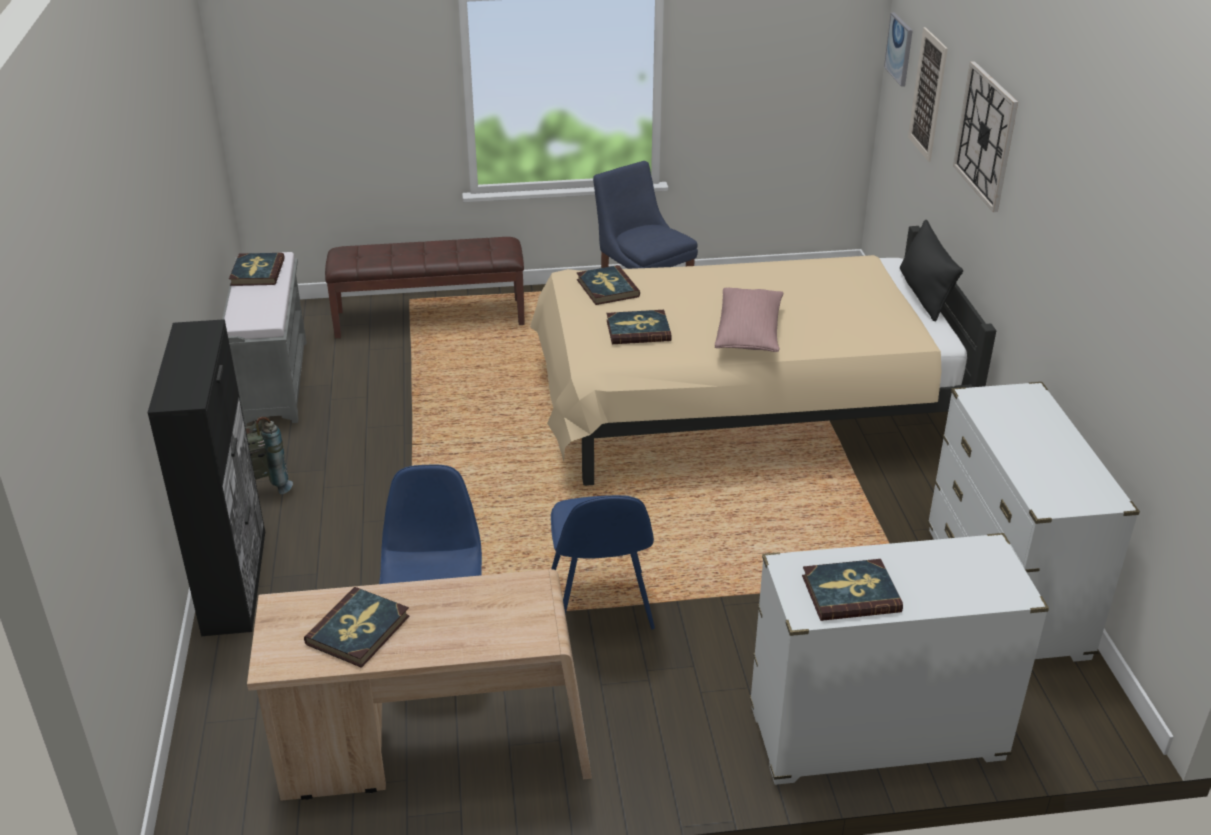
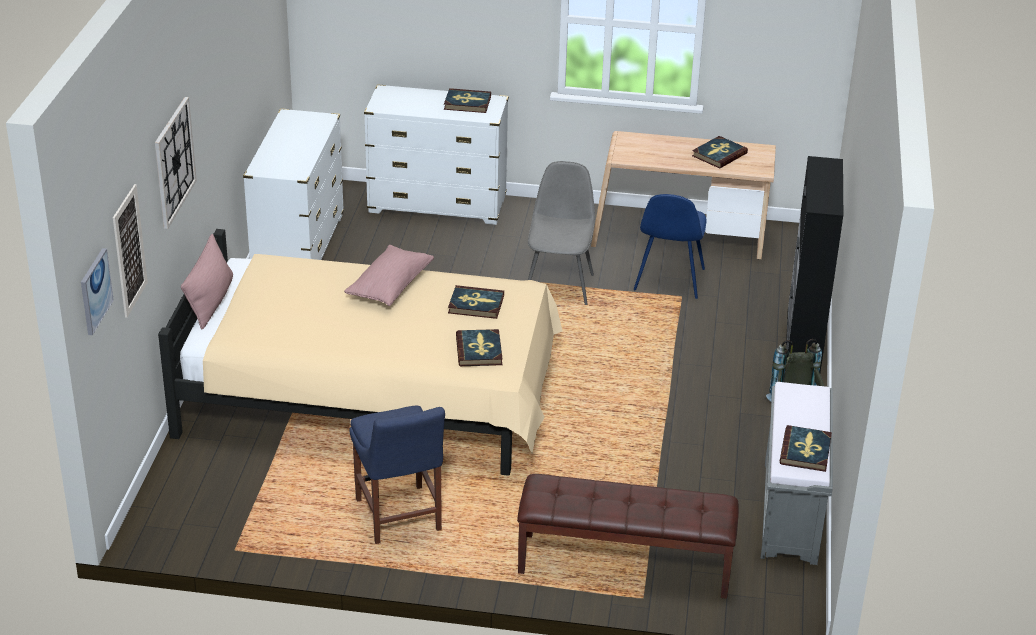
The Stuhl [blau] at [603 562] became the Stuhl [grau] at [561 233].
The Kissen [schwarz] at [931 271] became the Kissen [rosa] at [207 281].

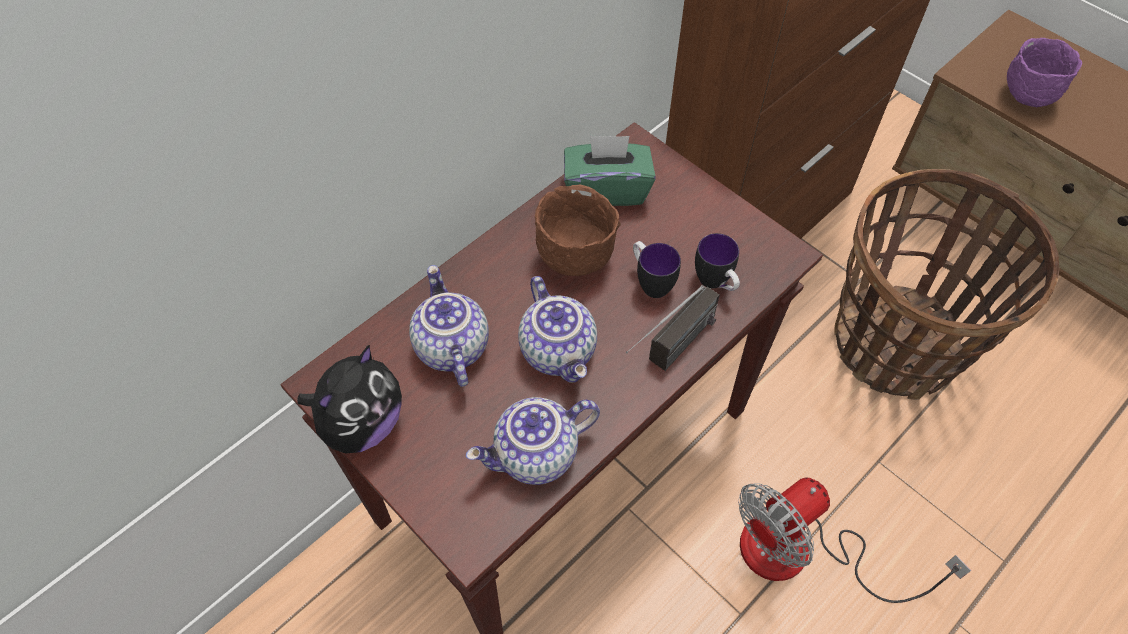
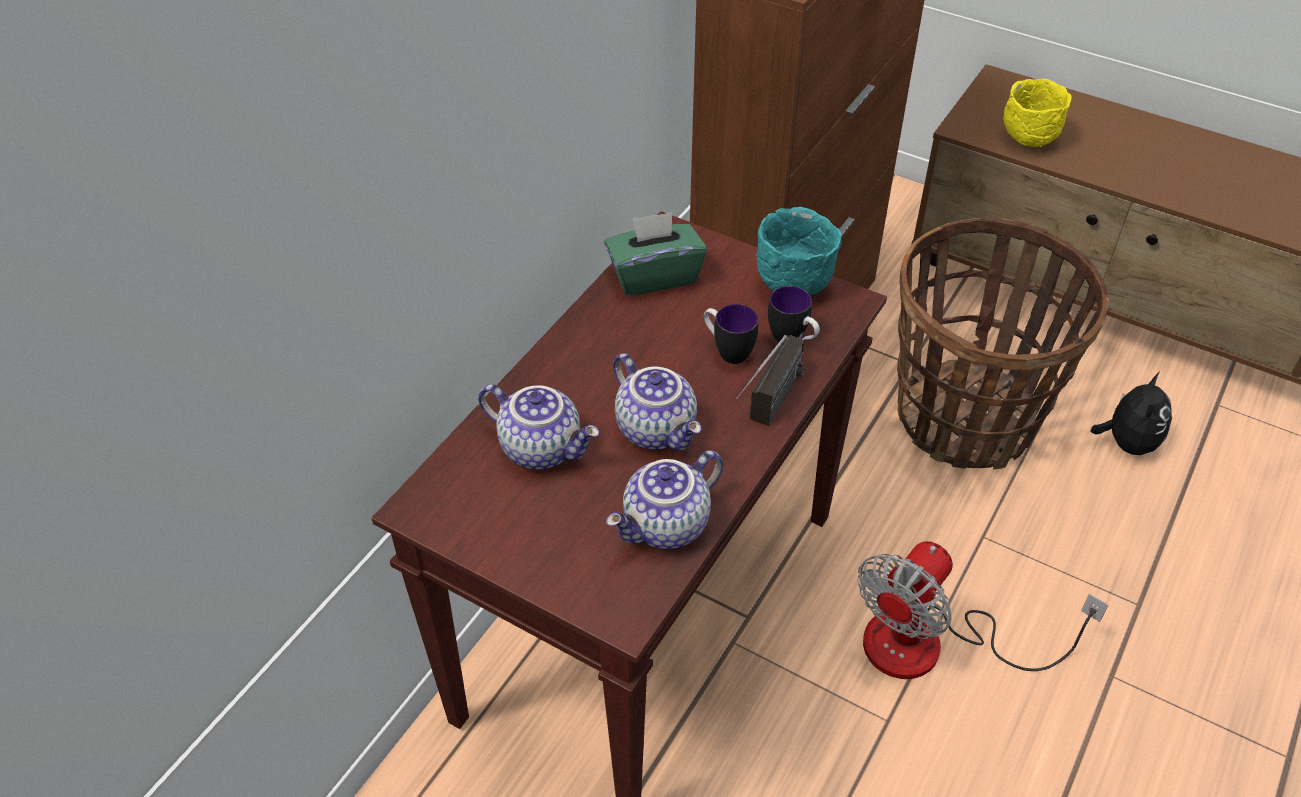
The Plüschtier moved from [349 399] to [1131 413].
The Teekanne at [449 326] turned 150 degrees clockwise.
The Schüssel [braun] at [578 230] disappeared.
The Schüssel [lila] at [1044 73] became the Schüssel [gelb] at [1037 113].
The Schüssel [türkis] at [799 251] appeared.

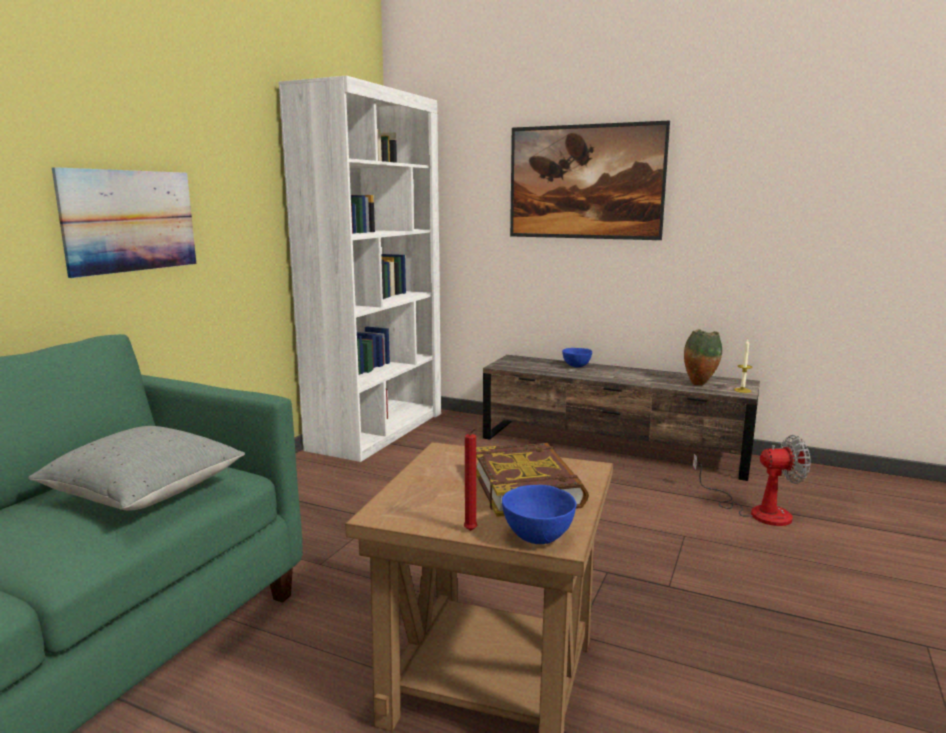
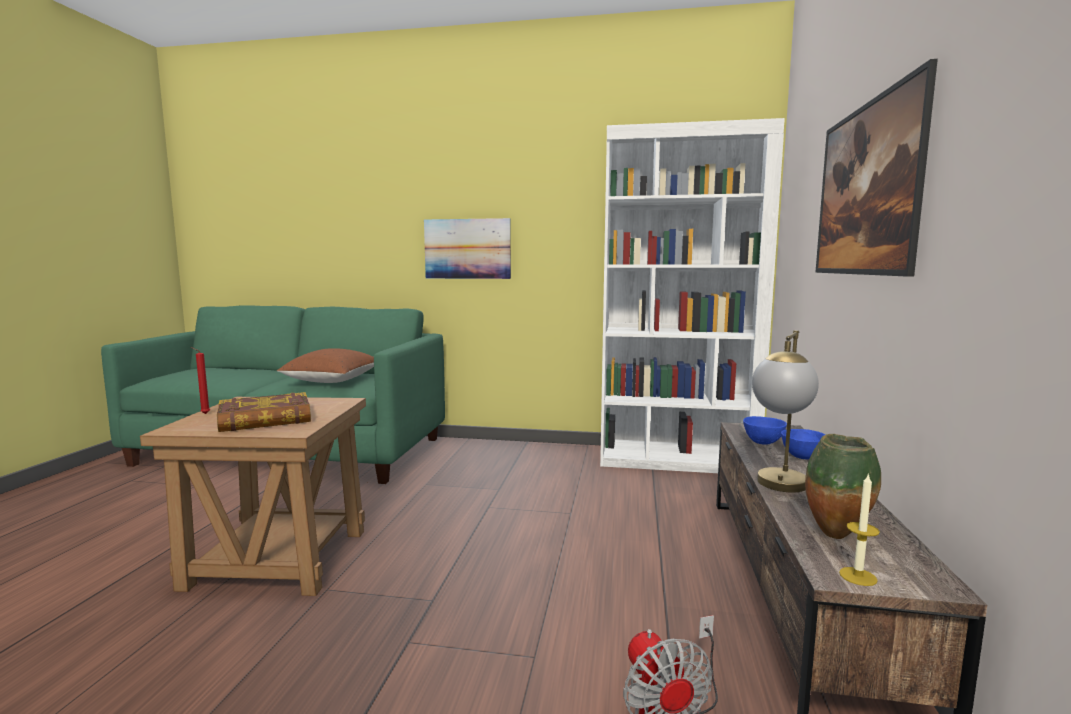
The Kissen [grau] at [136 468] became the Kissen [braun] at [325 365].
The Schüssel [blau] moved from [539 514] to [765 430].
The Tischlampe at [785 411] appeared.

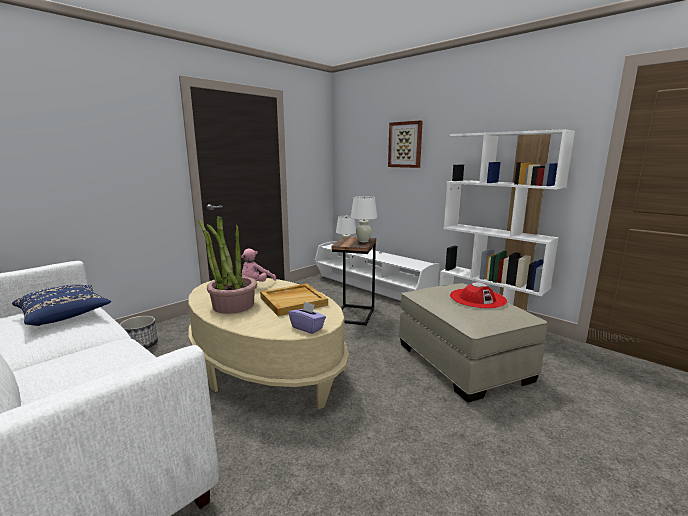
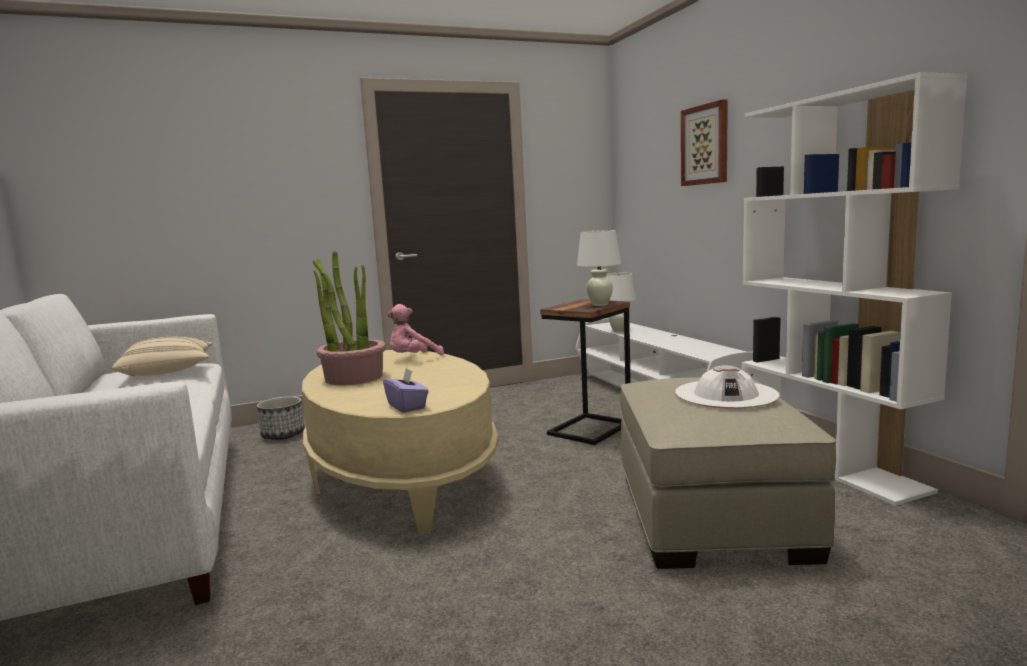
The Kissen [blau] at [61 305] became the Kissen [beige] at [162 356].
The Tablett [beige] at [294 299] disappeared.
The Hut [rot] at [478 295] became the Hut [weiß] at [727 387].

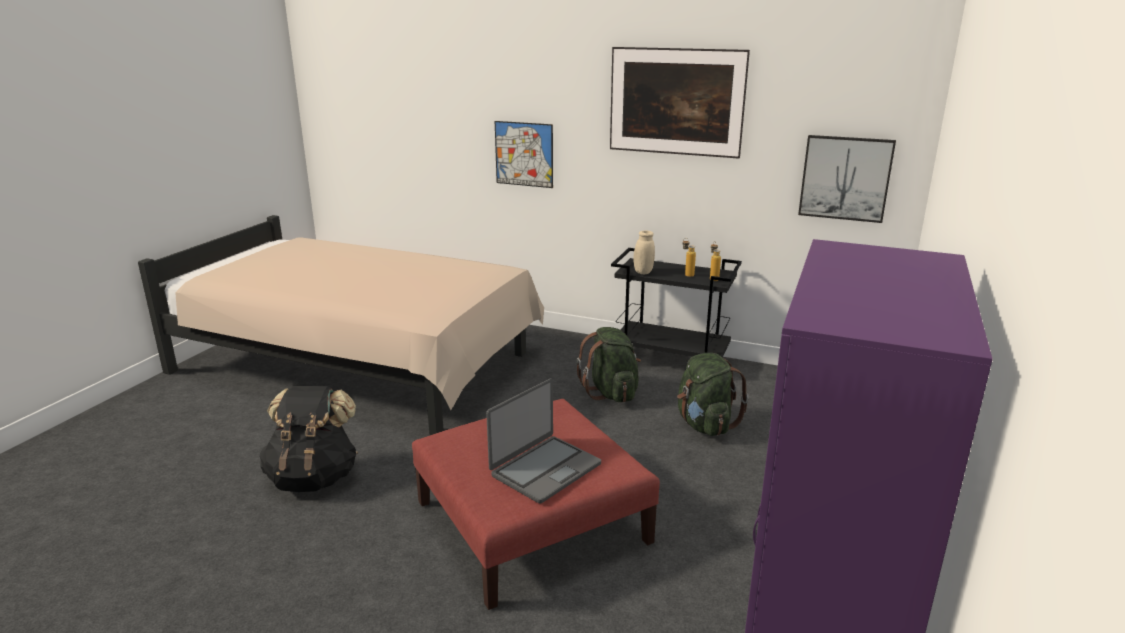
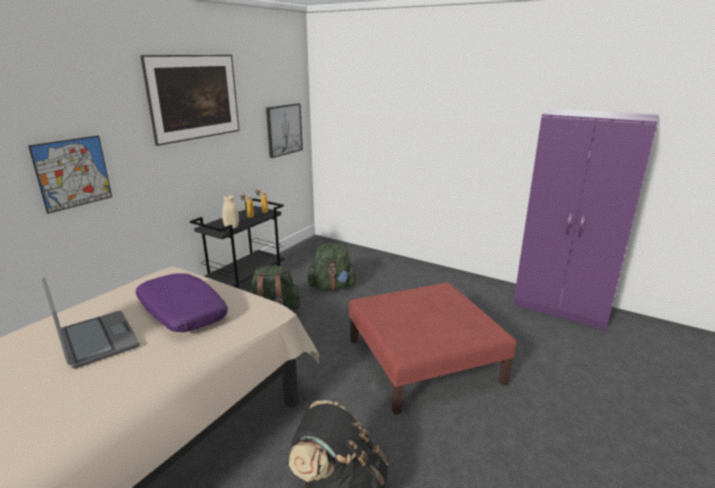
The Laptop moved from [543 441] to [91 323].
The Kissen [lila] at [181 302] appeared.

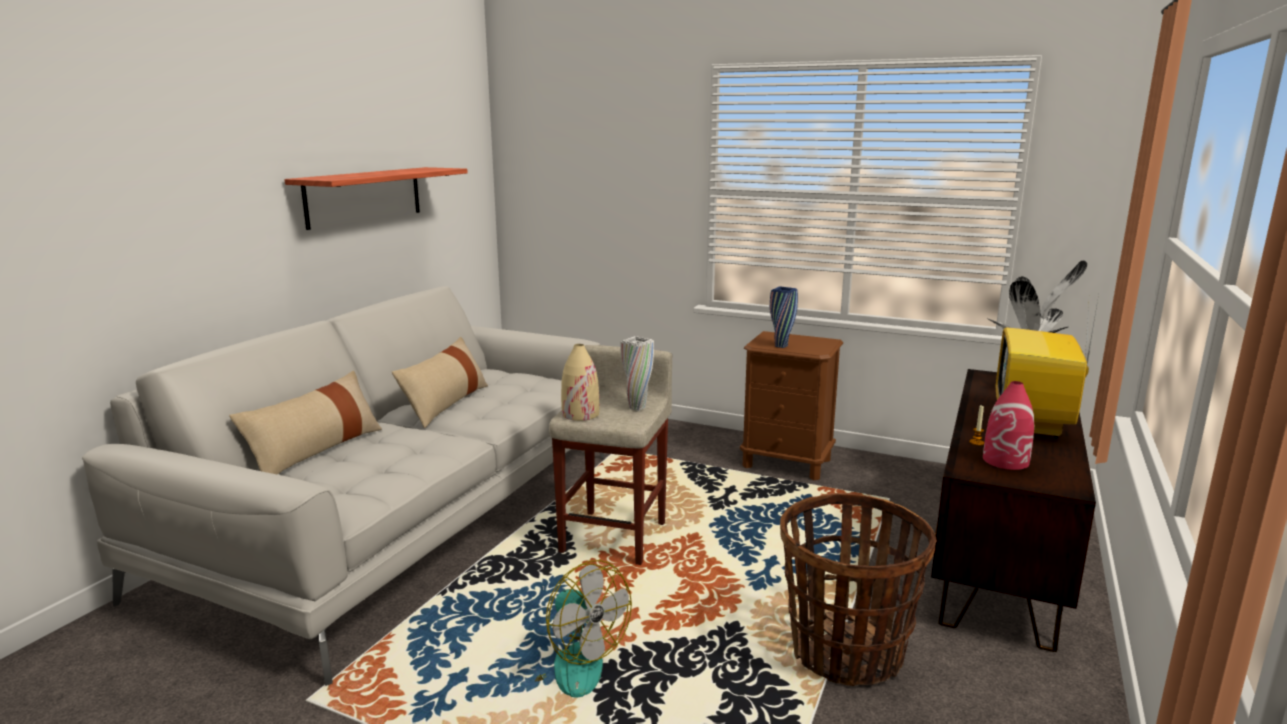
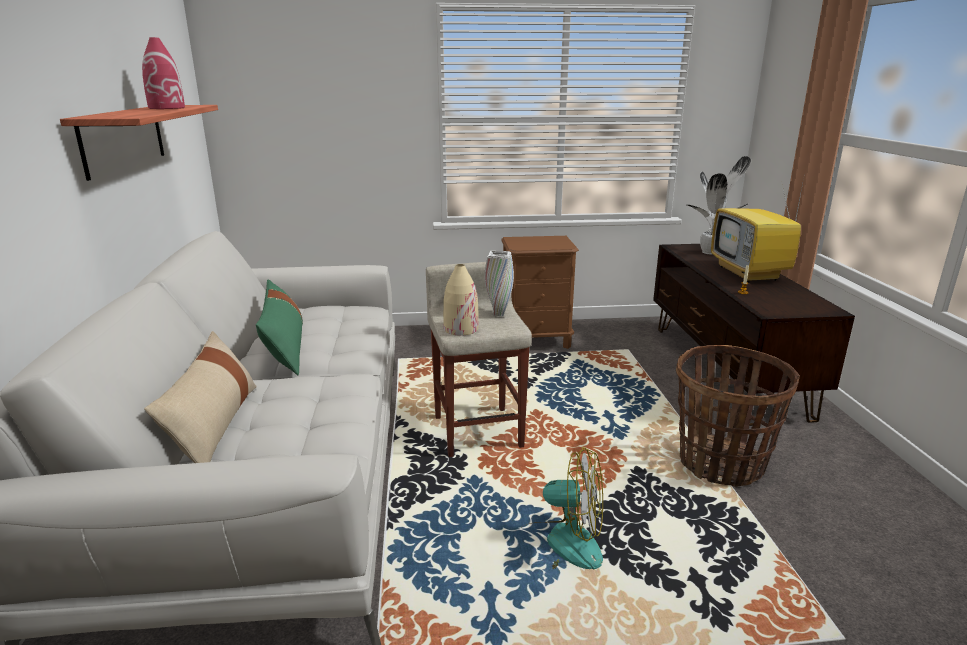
The Kissen [beige] at [440 382] became the Kissen [grün] at [279 327].
The Vase [blau] at [784 317] disappeared.
The Vase [rot] moved from [1008 425] to [163 73].

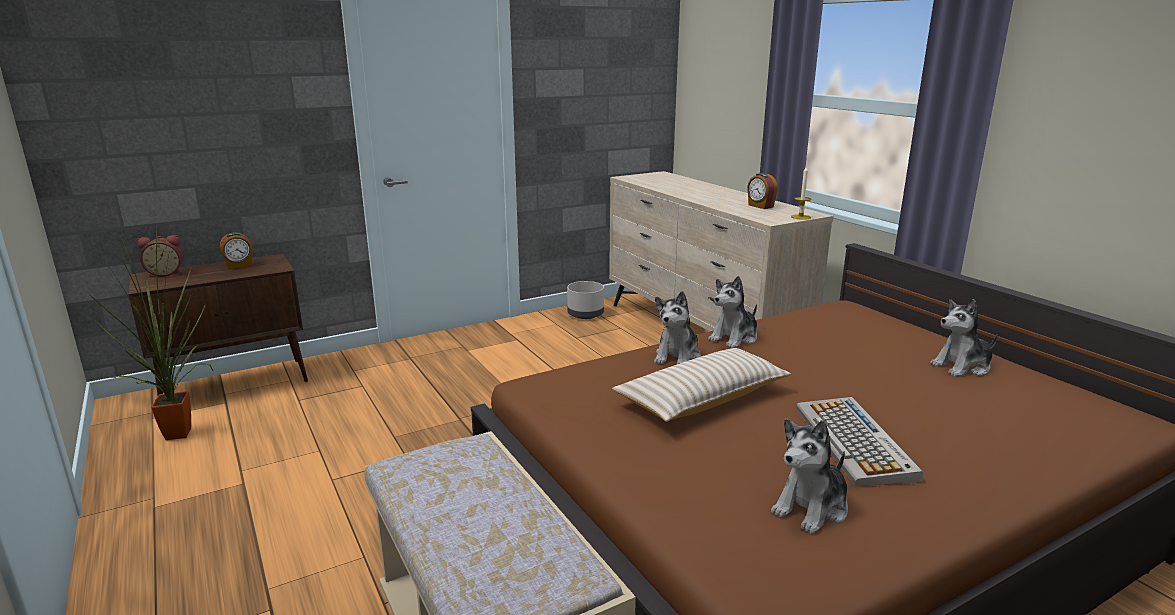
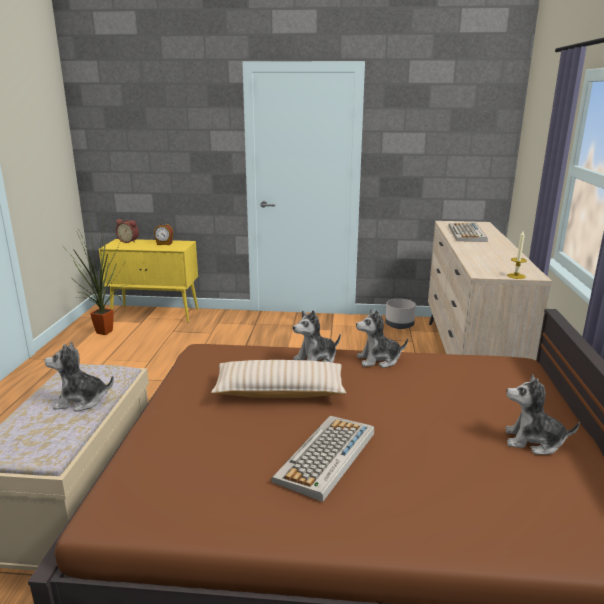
The Schrank [braun] at [218 324] became the Schrank [gelb] at [148 281].
The Wecker at [762 191] disappeared.
The Plüschtier moved from [809 476] to [79 377].
The Tastatur at [468 232] appeared.

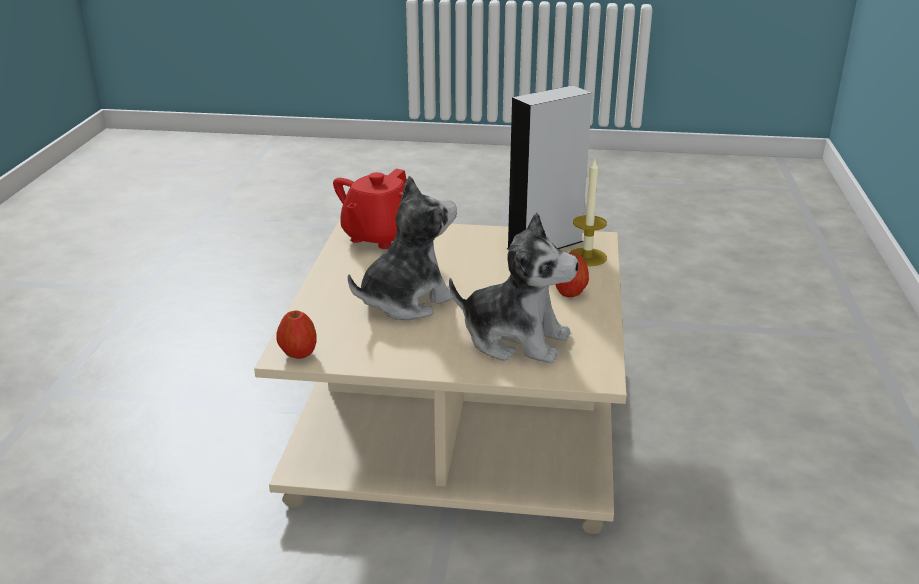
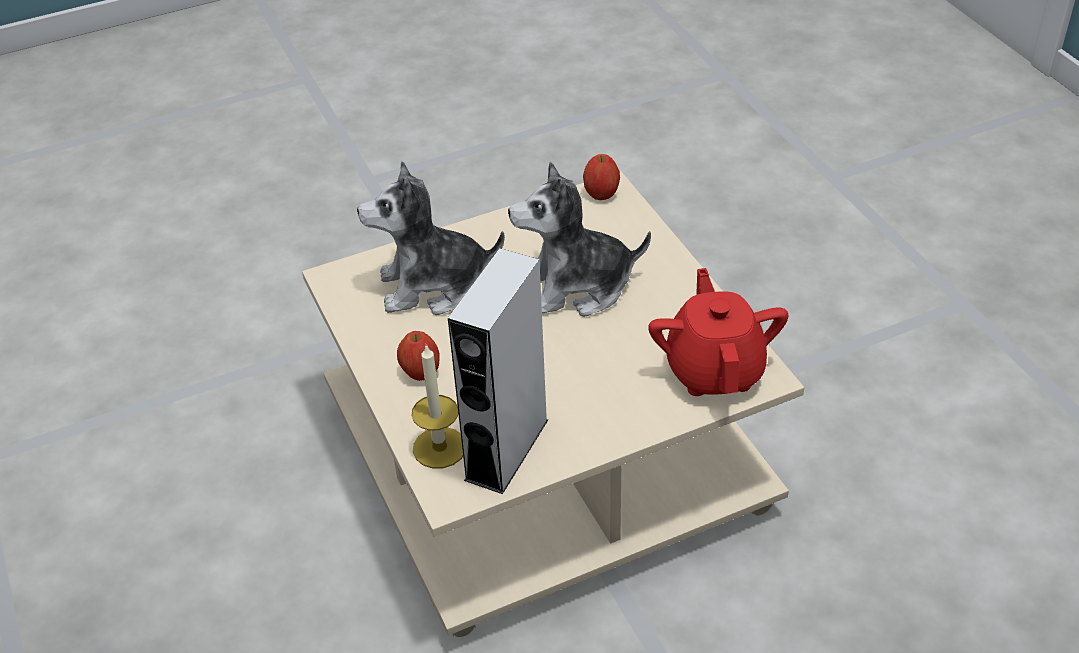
The Plüschtier at [403 247] turned 60 degrees clockwise.

